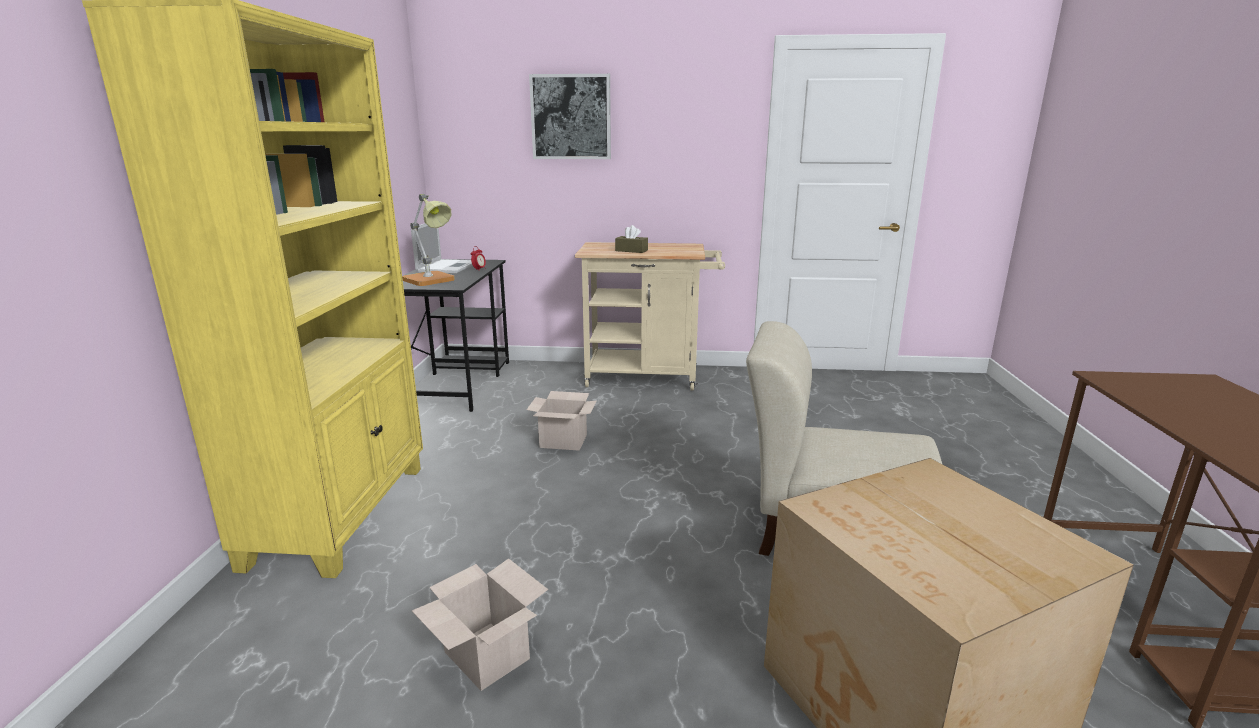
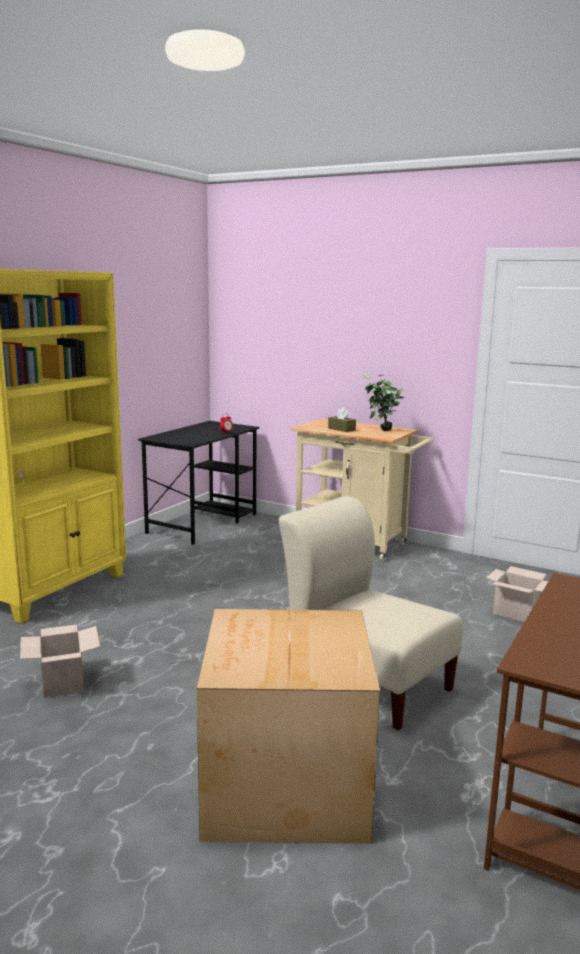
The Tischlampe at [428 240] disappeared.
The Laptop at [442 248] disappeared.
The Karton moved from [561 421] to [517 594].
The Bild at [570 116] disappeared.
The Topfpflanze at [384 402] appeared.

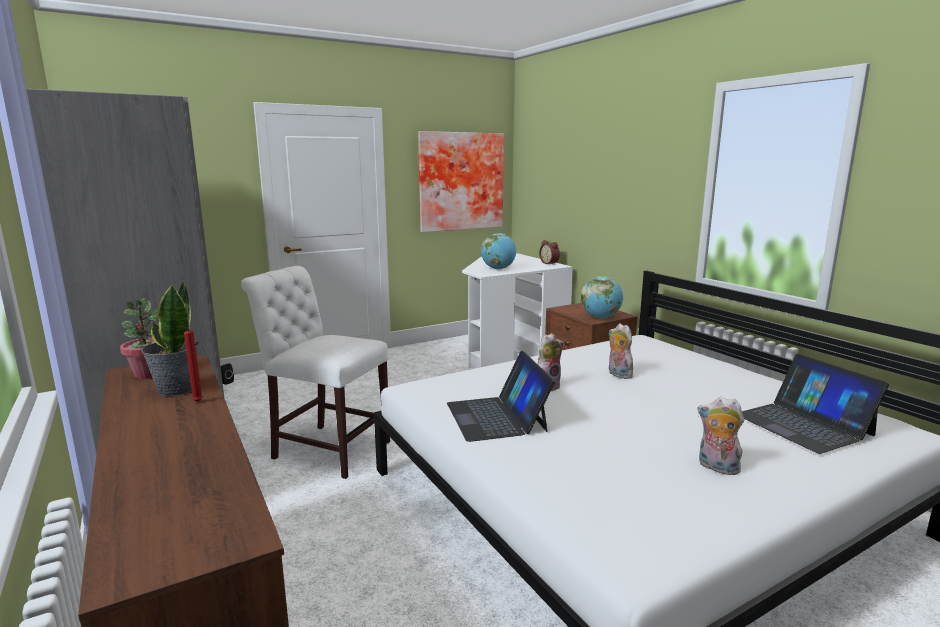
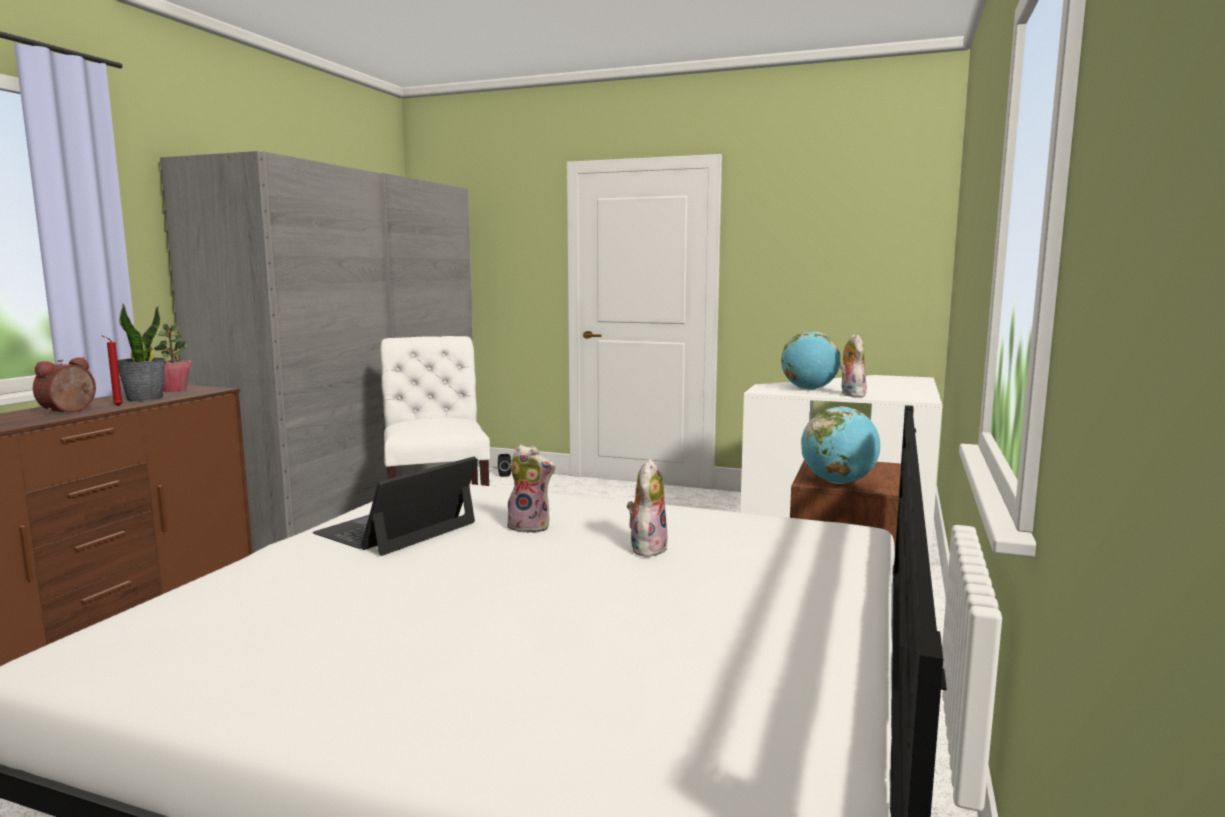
The Bild at [461 181] disappeared.
The Wecker moved from [549 252] to [64 386].
The Plüschtier moved from [721 436] to [853 365].
The Laptop at [815 404] disappeared.

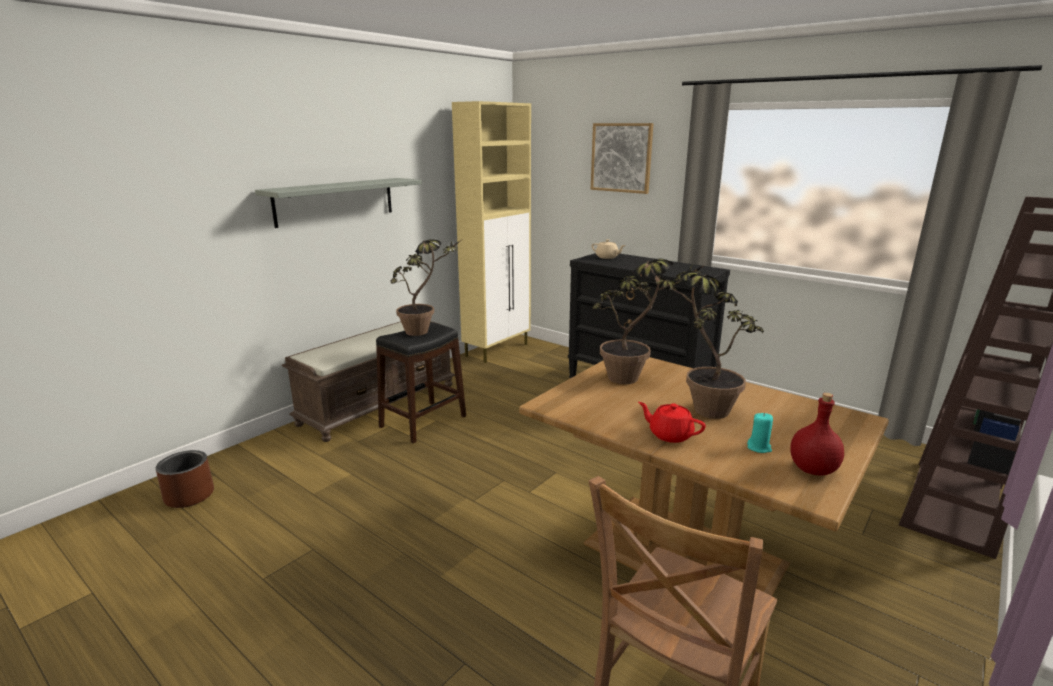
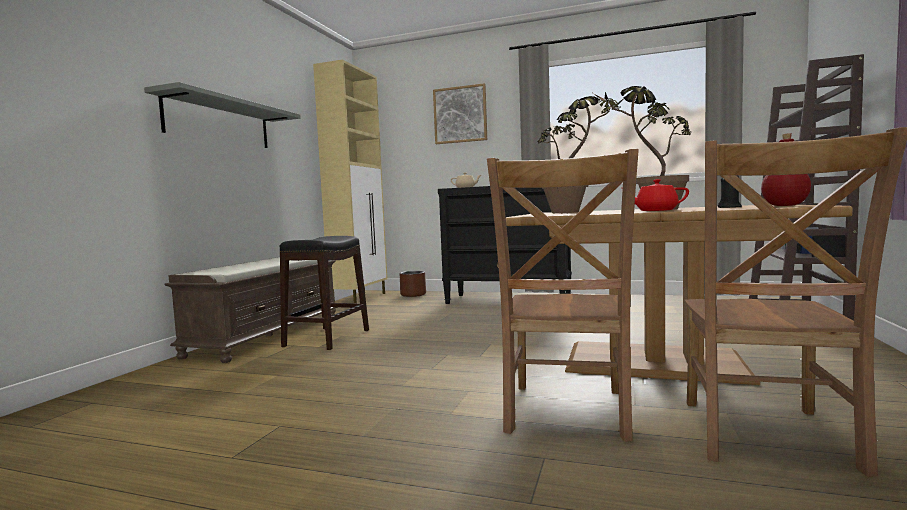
The Pflanzkübel [braun] moved from [184 479] to [413 284].
The Topfpflanze at [425 287] disappeared.
The Kerze [türkis] at [760 433] became the Kerze [schwarz] at [730 192].
The Stuhl [braun] at [563 295] appeared.

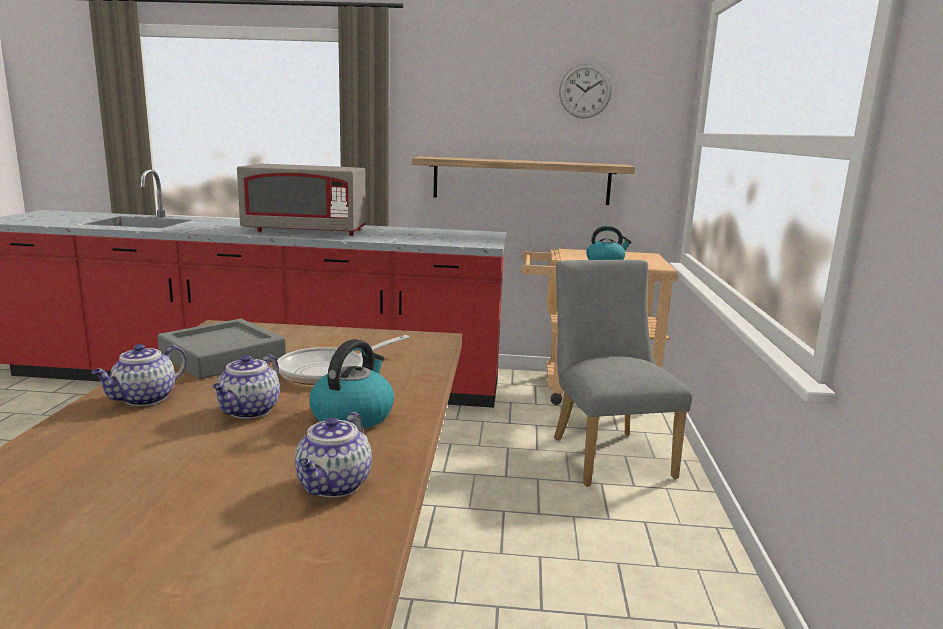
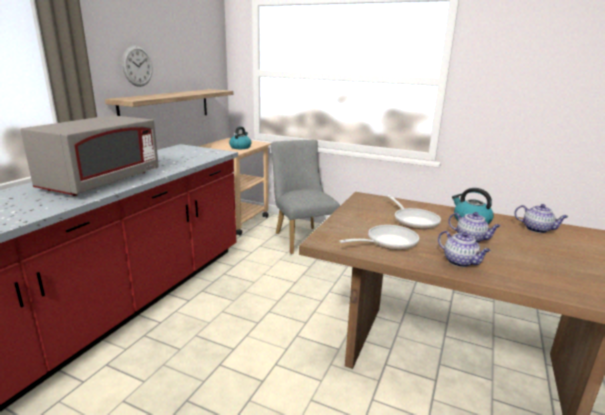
The Tablett [grau] at [221 349] was replaced by the Pfanne at [379 237].
The Stuhl [grau] at [623 373] turned 60 degrees clockwise.
The Wanduhr moved from [585 90] to [137 66].

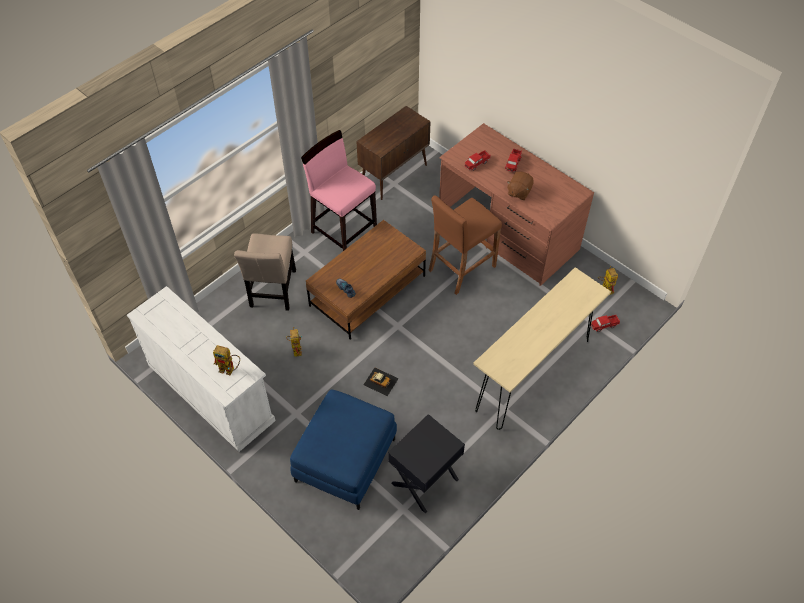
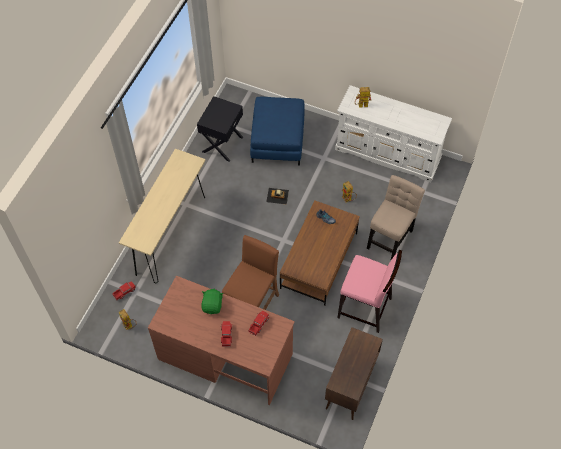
The Stuhl [beige] at [265 272] turned 45 degrees clockwise.
The Plüschtier [braun] at [520 186] became the Plüschtier [grün] at [212 301].

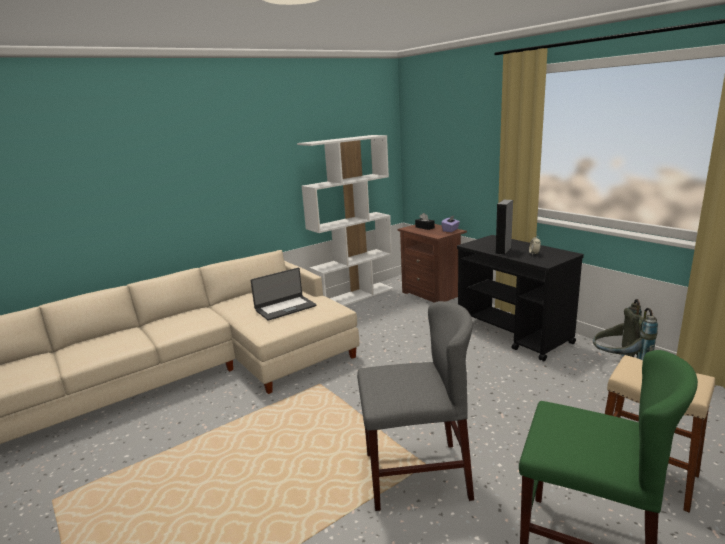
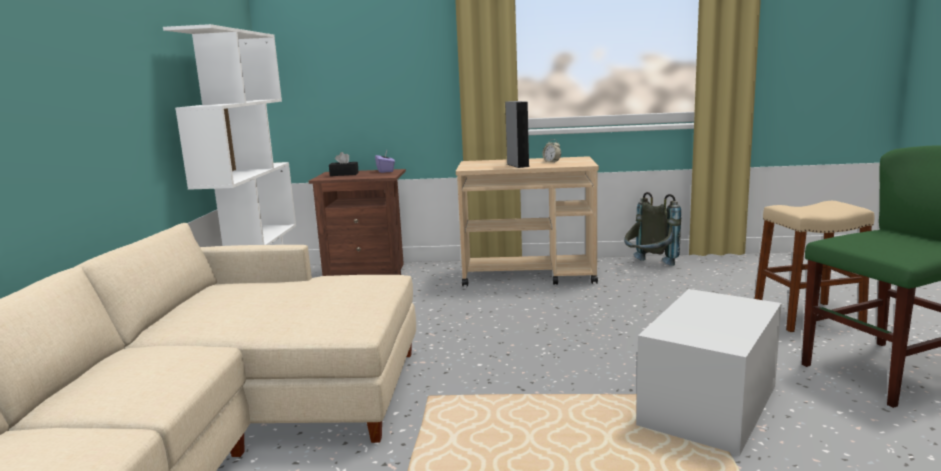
The Laptop at [284 294] disappeared.
The Stuhl [grau] at [415 406] was replaced by the Aufbewahrungsbox [weiß] at [709 372].
The Rollwagen [schwarz] at [520 298] became the Rollwagen [beige] at [527 221].

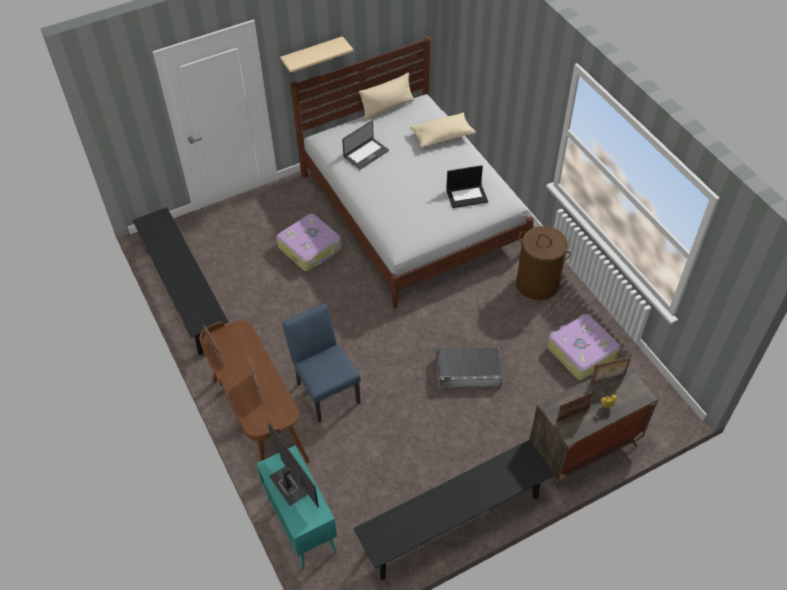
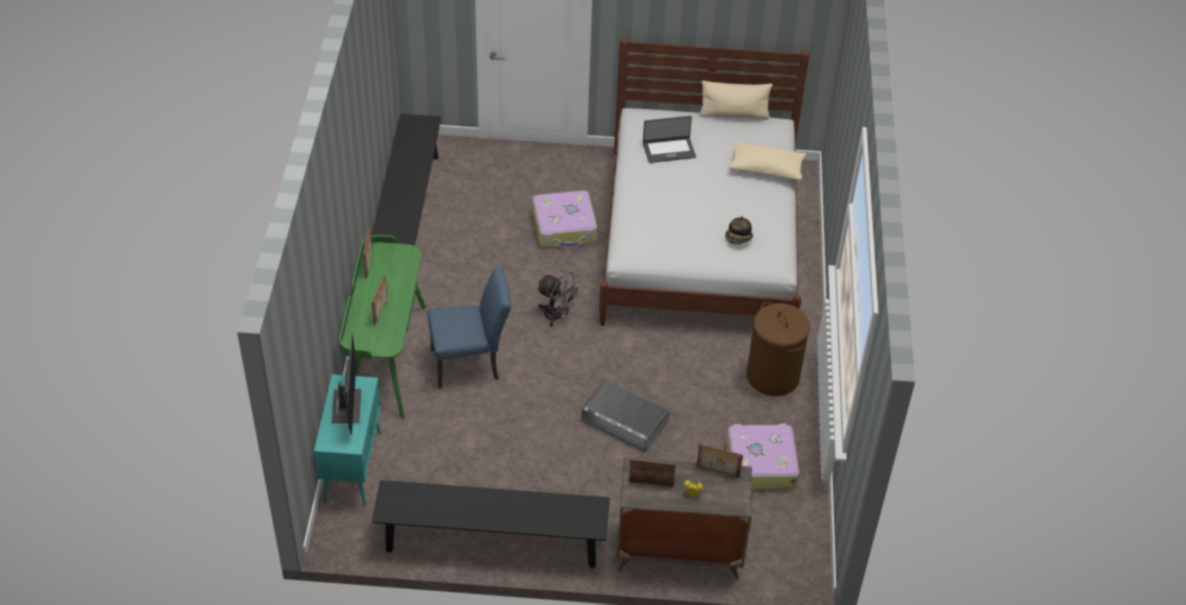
The Schreibtisch [braun] at [254 391] became the Schreibtisch [grün] at [382 327].
The Wandregal [beige] at [317 54] disappeared.
The Stuhl [blau] at [321 363] turned 75 degrees clockwise.
The Laptop at [467 186] was replaced by the Hut at [739 230].
The Ventilator [grau] at [559 299] appeared.

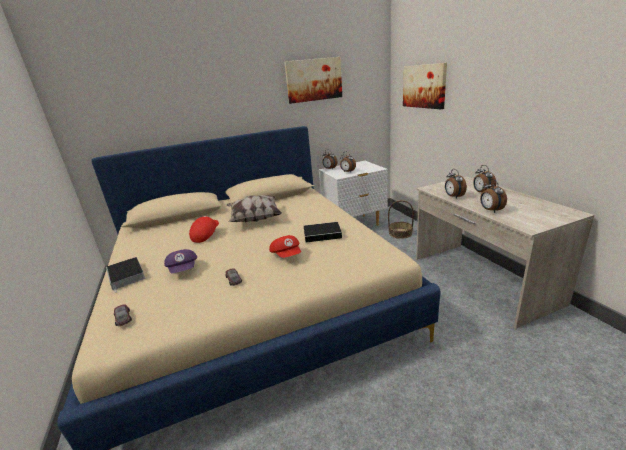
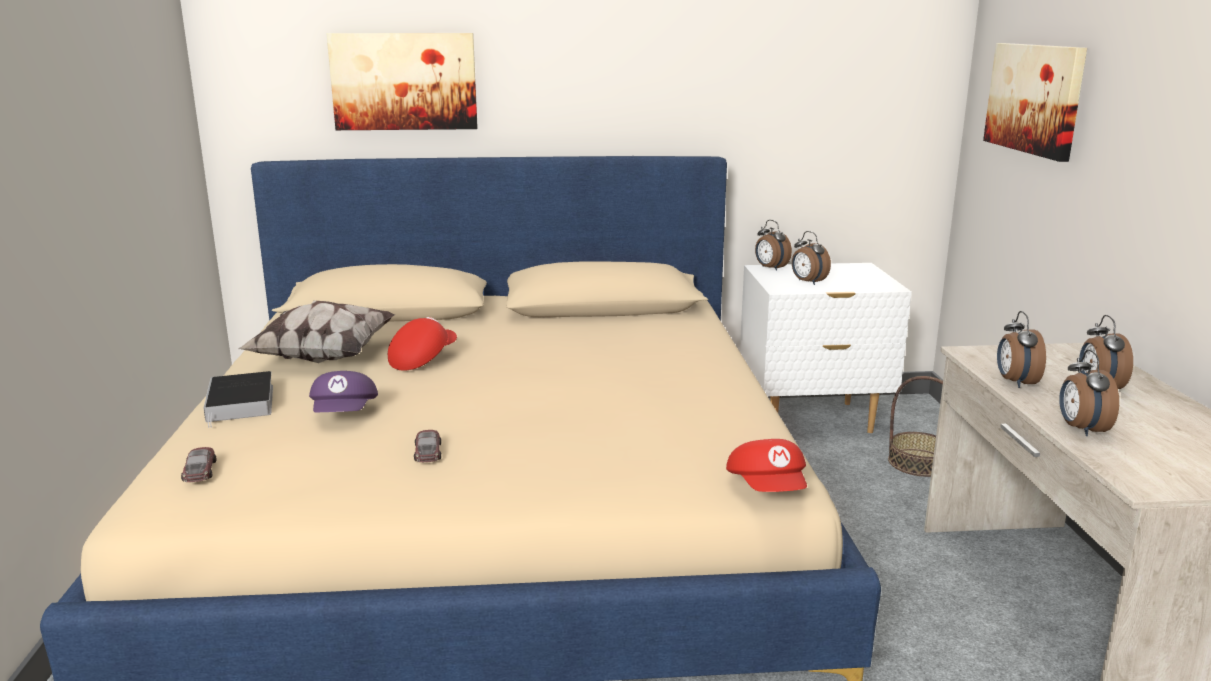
The Kissen moved from [254 208] to [316 332].
The Kappe [rot] moved from [285 246] to [766 465].
The Bild moved from [313 80] to [402 81].
The Buch at [326 232] disappeared.

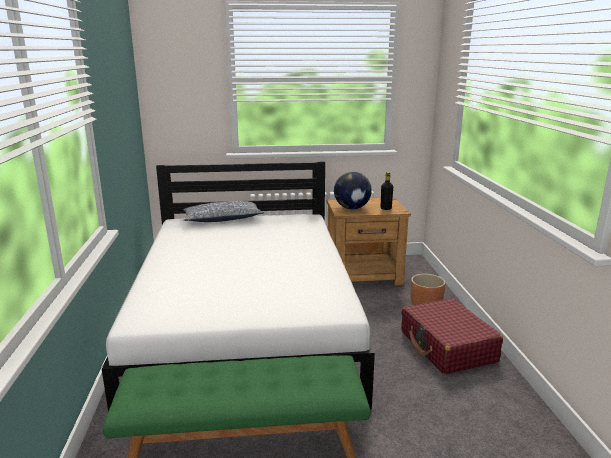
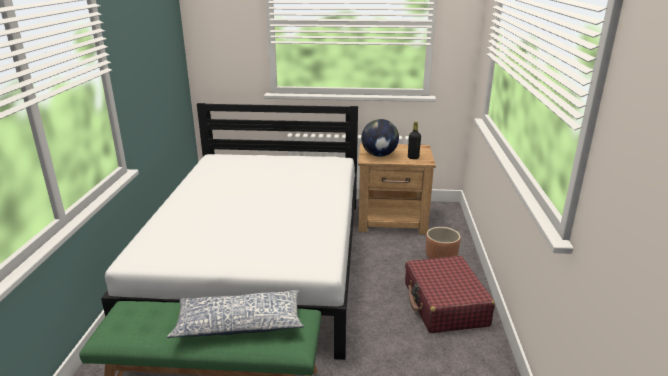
The Kissen moved from [223 211] to [235 314].

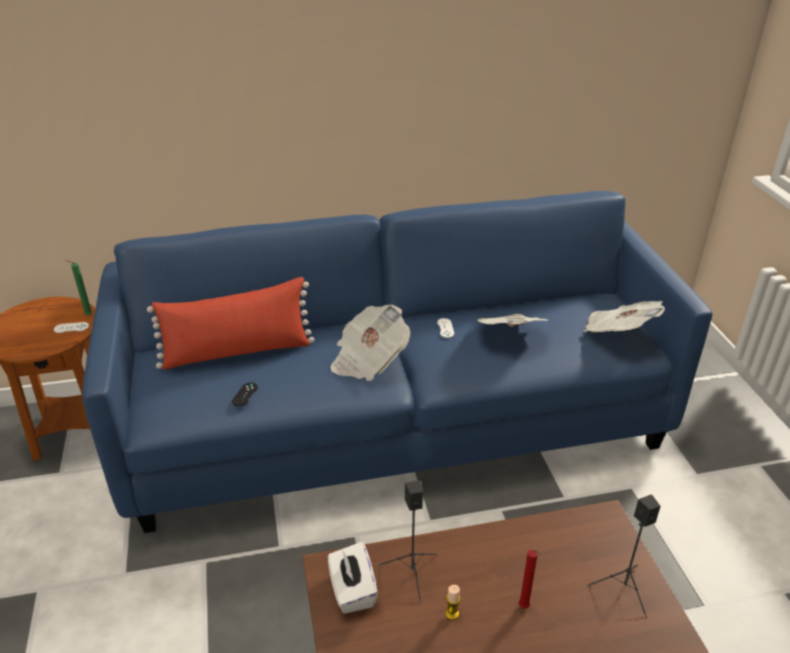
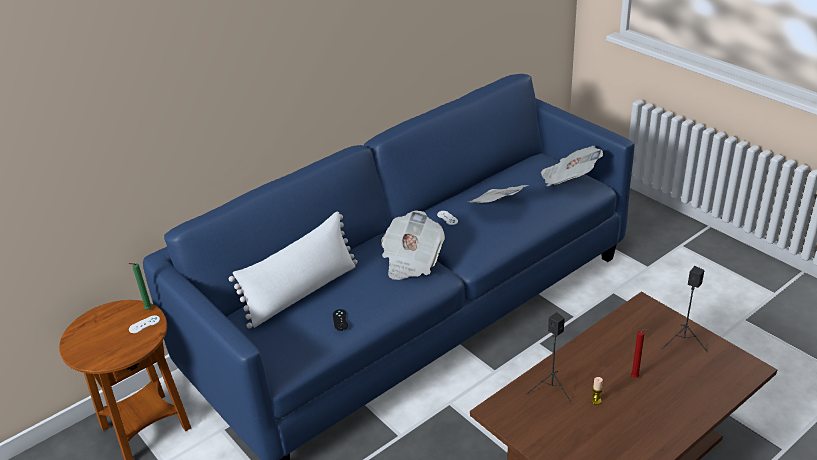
The Kissen [rot] at [231 323] became the Kissen [weiß] at [293 270].
The Taschentuchbox [weiß] at [353 577] disappeared.

